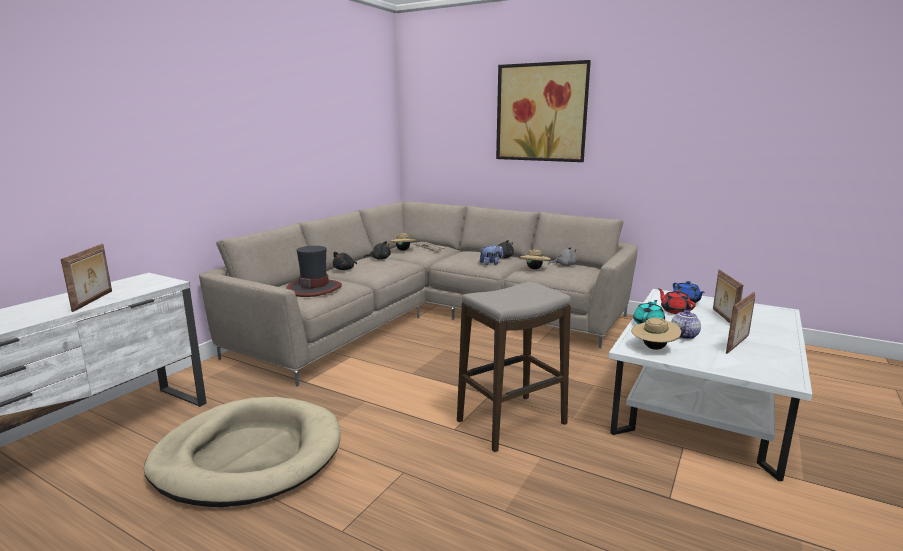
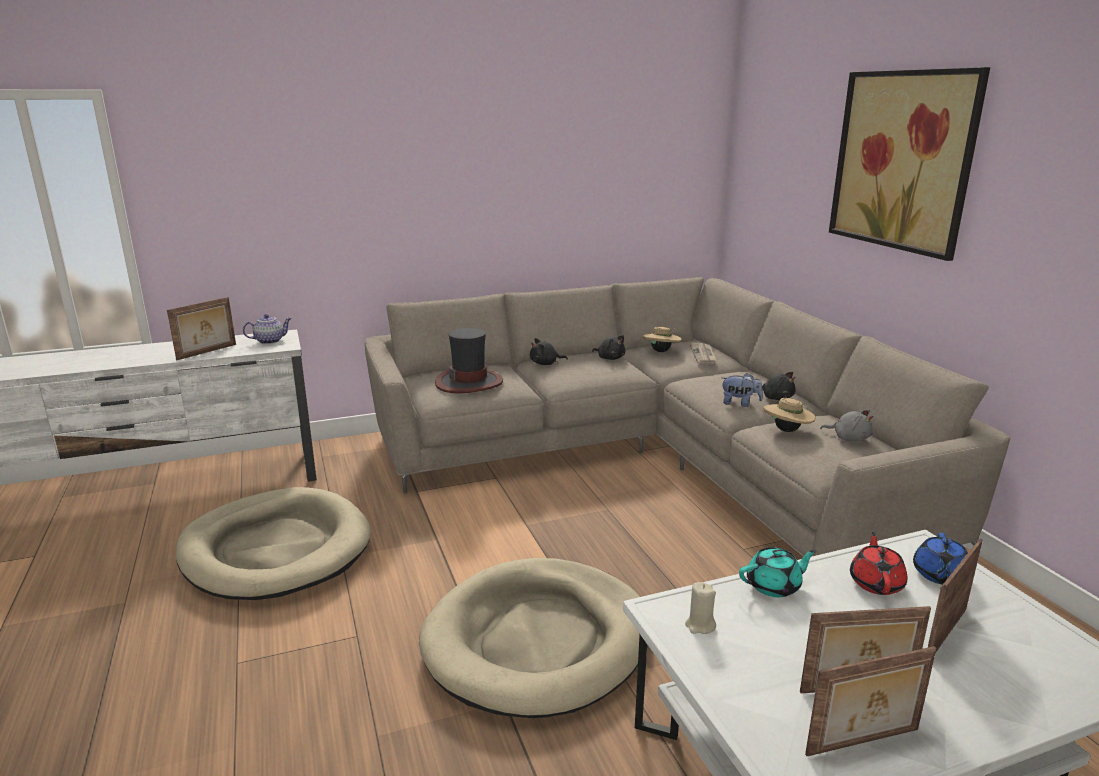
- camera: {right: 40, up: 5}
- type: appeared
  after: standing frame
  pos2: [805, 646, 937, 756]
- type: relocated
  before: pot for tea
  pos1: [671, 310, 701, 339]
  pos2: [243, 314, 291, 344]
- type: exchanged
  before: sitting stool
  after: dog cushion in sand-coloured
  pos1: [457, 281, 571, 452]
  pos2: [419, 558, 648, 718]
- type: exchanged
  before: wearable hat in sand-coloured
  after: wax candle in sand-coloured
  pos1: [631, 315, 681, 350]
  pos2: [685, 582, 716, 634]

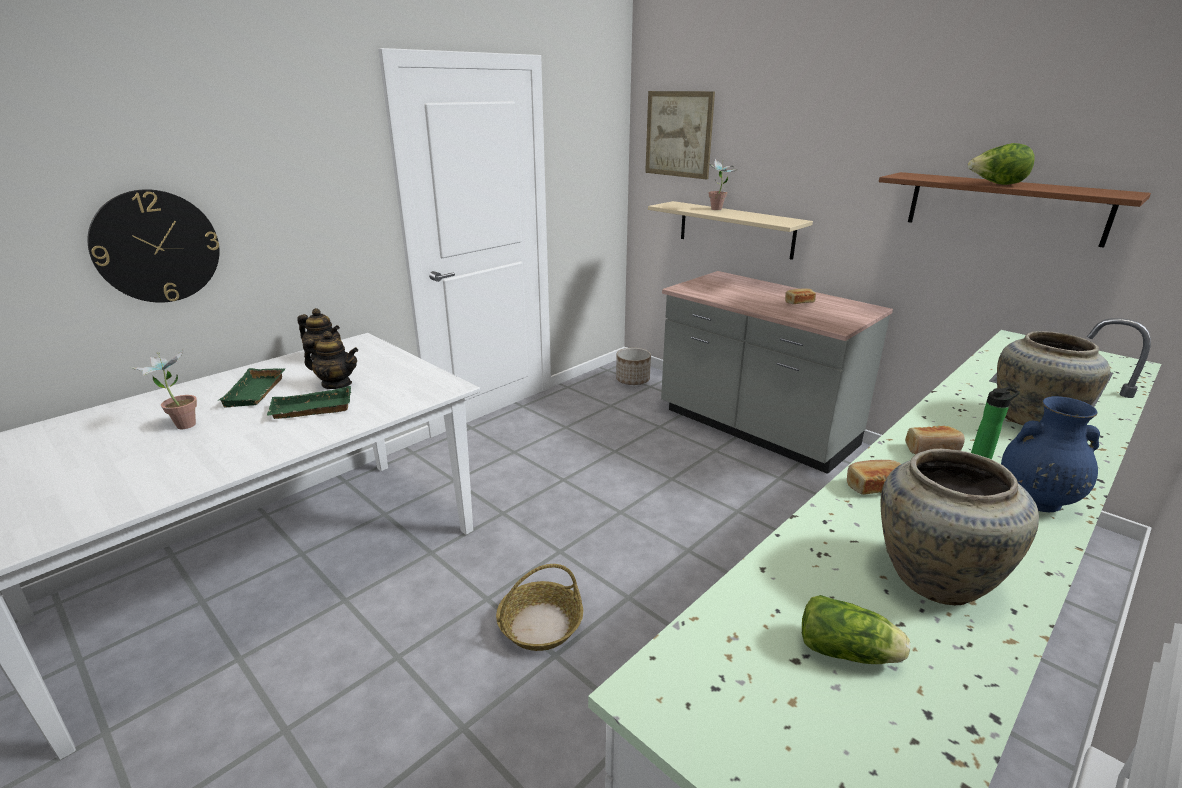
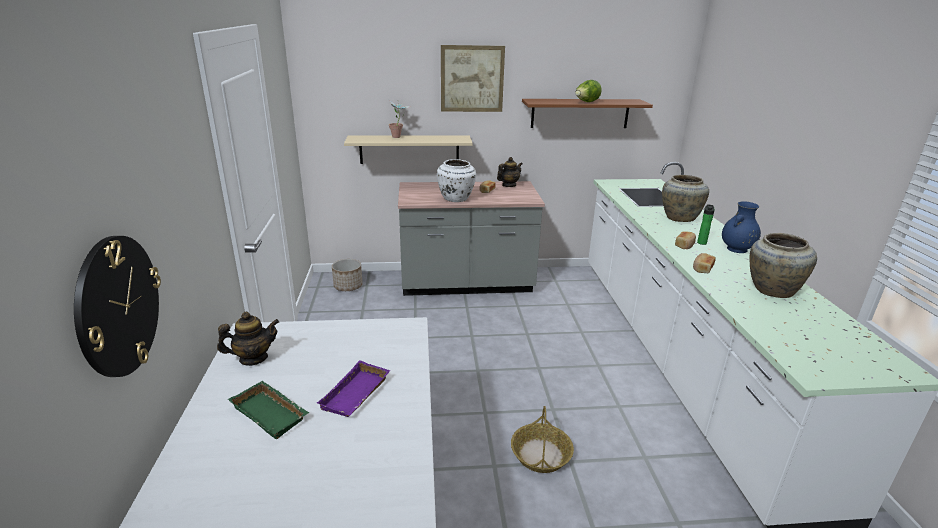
- camera: {right: -50, up: 0}
- type: missing
  before: plant in a pot
  pos1: [130, 348, 197, 429]
- type: missing
  before: head of lettuce
  pos1: [802, 595, 910, 664]
- type: appeared
  after: vase in whitish
  pos2: [437, 159, 476, 202]
- type: relocated
  before: pot for tea
  pos1: [303, 331, 358, 389]
  pos2: [497, 157, 523, 187]
- type: relocated
  before: wall picture
  pos1: [645, 91, 715, 179]
  pos2: [441, 45, 505, 112]
- type: colour
  before: carrying tray in green-coloured
  after: carrying tray in purple
  pos1: [267, 386, 351, 419]
  pos2: [317, 360, 390, 417]

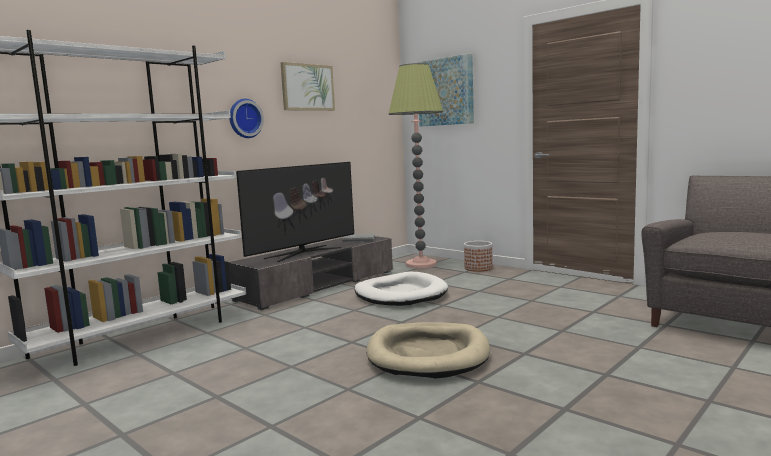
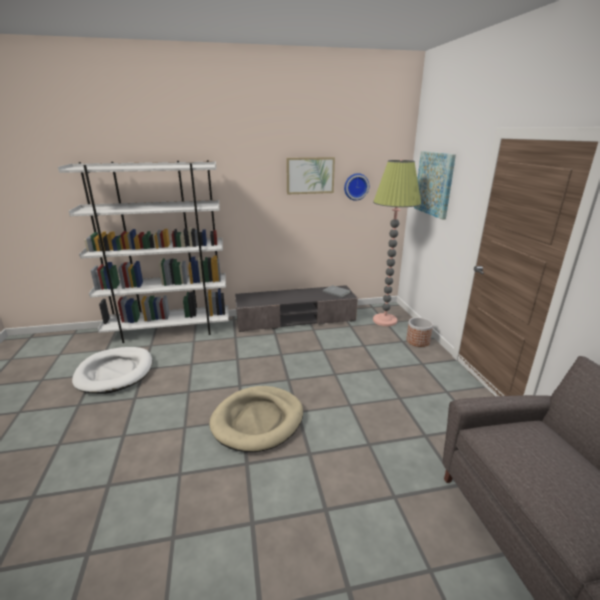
- camera: {right: 35, up: 15}
- type: missing
  before: television
  pos1: [236, 162, 354, 262]
- type: relocated
  before: wall clock
  pos1: [229, 99, 264, 138]
  pos2: [344, 173, 369, 201]
- type: relocated
  before: dog cushion in whitish
  pos1: [355, 272, 448, 306]
  pos2: [72, 347, 152, 394]

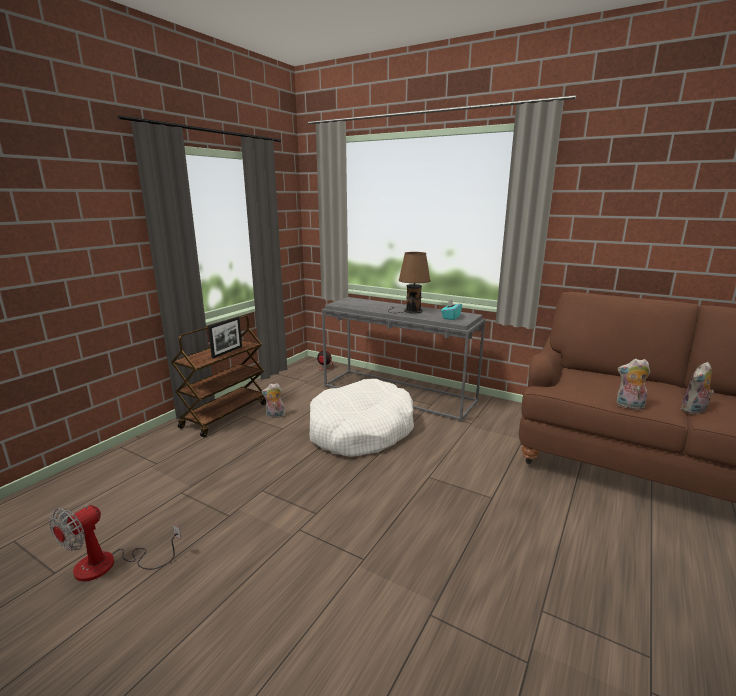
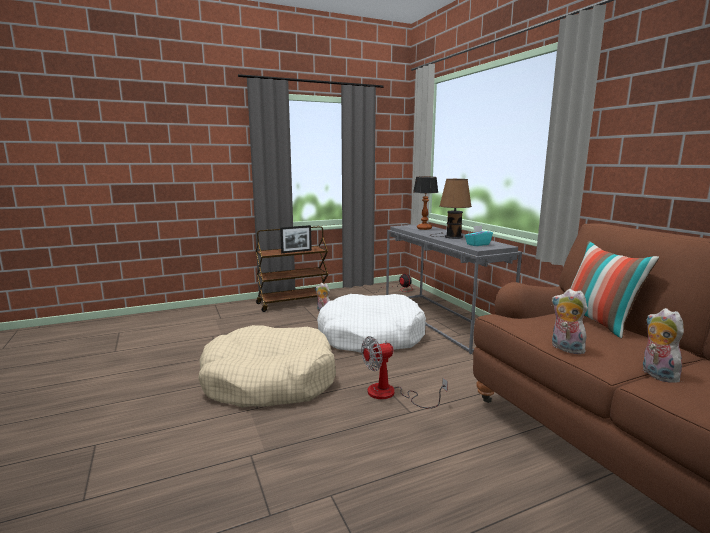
- camera: {right: 35, up: -5}
- type: appeared
  after: dog cushion in sand-coloured
  pos2: [198, 325, 336, 408]
- type: appeared
  after: tabletop lamp
  pos2: [413, 177, 438, 230]
- type: appeared
  after: throw pillow
  pos2: [570, 241, 659, 339]
- type: relocated
  before: cooling fan
  pos1: [49, 505, 181, 581]
  pos2: [361, 336, 448, 409]
- type: spun
  before: plush toy
  pos1: [680, 362, 714, 414]
  pos2: [643, 308, 684, 383]
  turn: 75

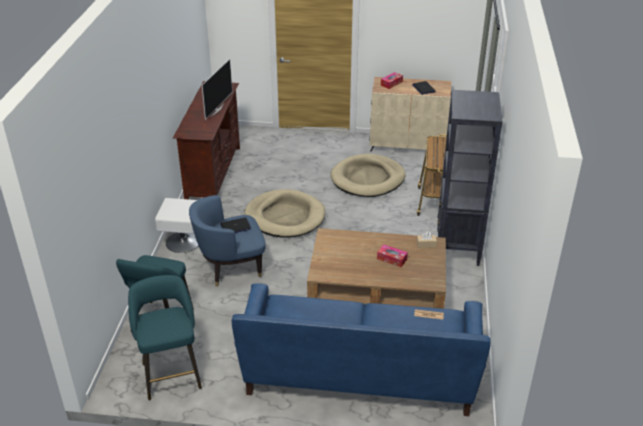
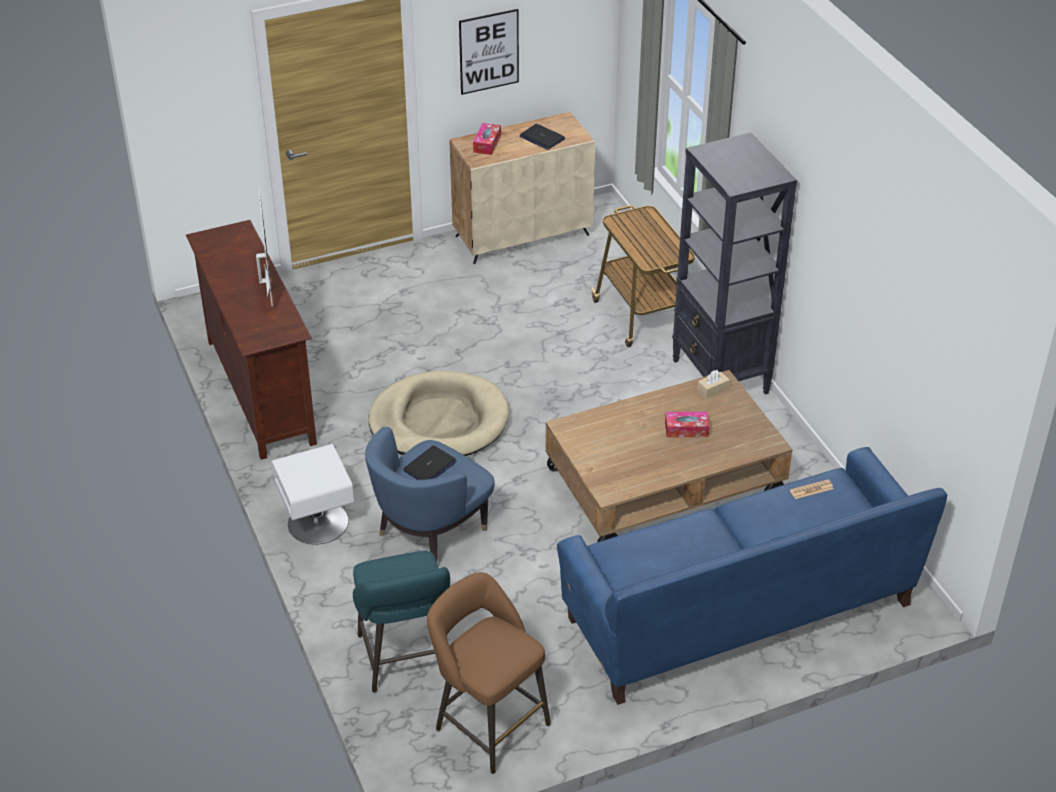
- camera: {right: -30, up: 5}
- type: missing
  before: dog cushion in sand-coloured
  pos1: [330, 154, 406, 197]
- type: appeared
  after: wall picture
  pos2: [459, 9, 519, 95]
- type: colour
  before: sitting stool in turquoise-coloured
  after: sitting stool in brown
  pos1: [128, 275, 202, 400]
  pos2: [427, 572, 551, 774]

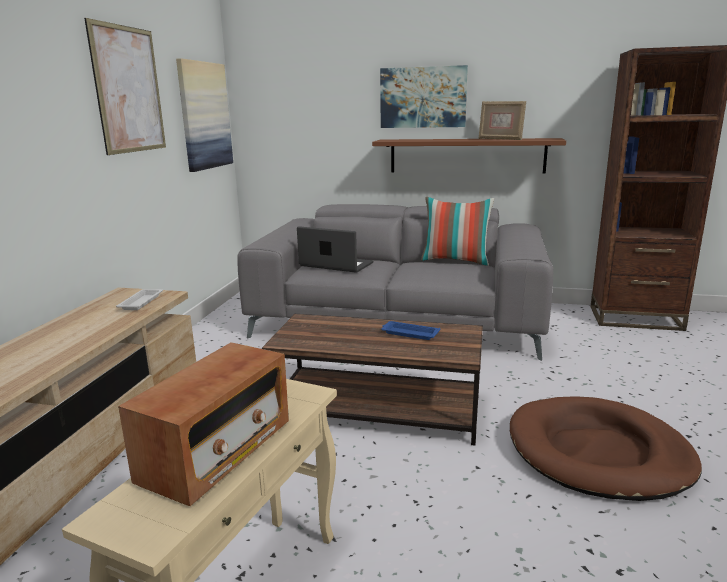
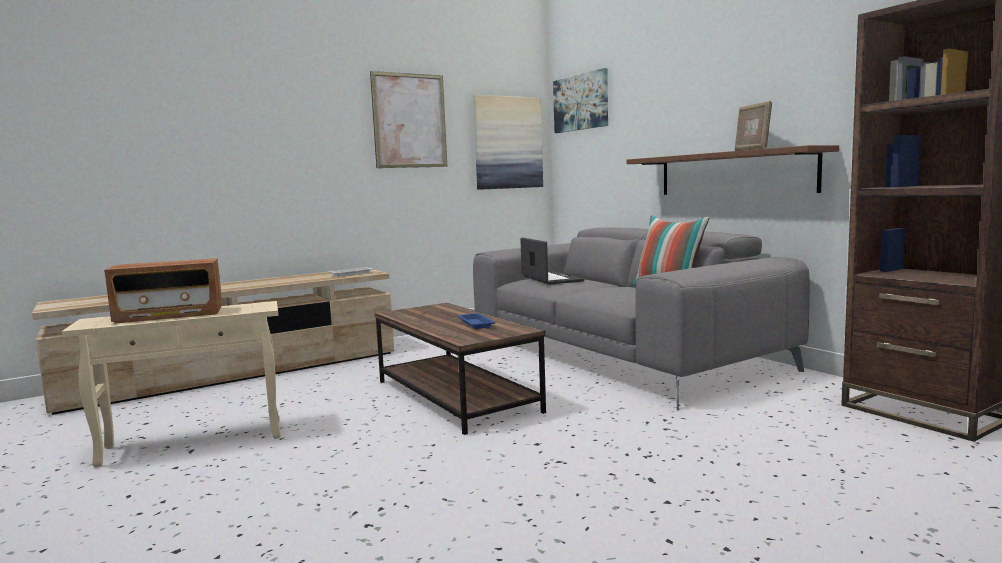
- camera: {right: 45, up: -10}
- type: missing
  before: dog cushion in brown
  pos1: [510, 396, 702, 501]
- type: relocated
  before: wall picture
  pos1: [380, 65, 468, 128]
  pos2: [553, 68, 608, 133]

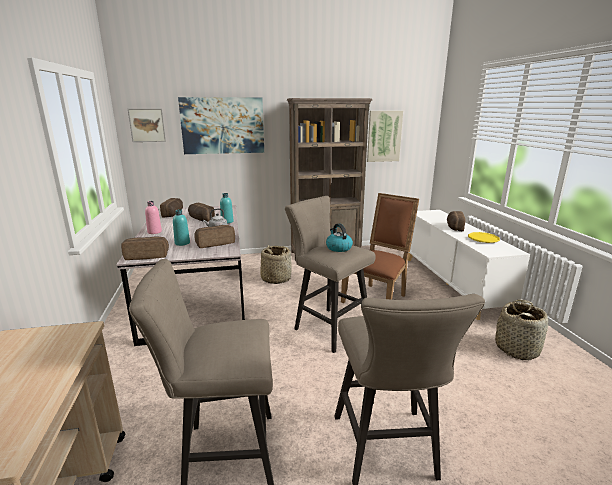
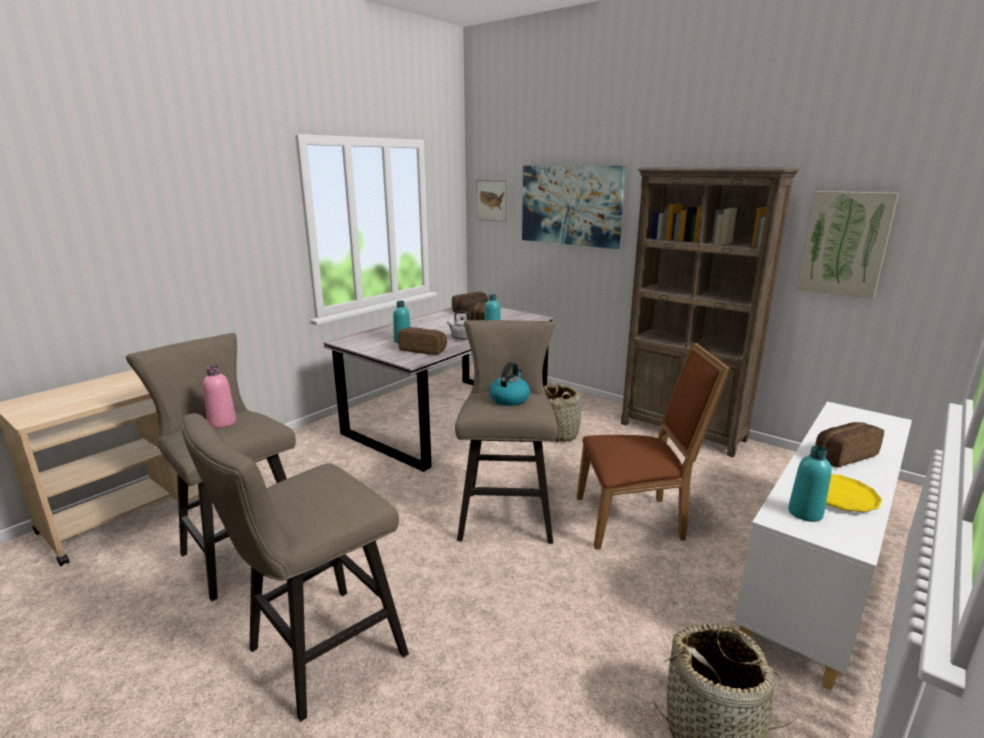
- camera: {right: 50, up: 0}
- type: missing
  before: bakery bread
  pos1: [121, 236, 169, 260]
- type: appeared
  after: bottle in turquoise-coloured
  pos2: [788, 445, 832, 522]
- type: relocated
  before: bottle in pinkish
  pos1: [145, 201, 162, 234]
  pos2: [203, 365, 236, 428]

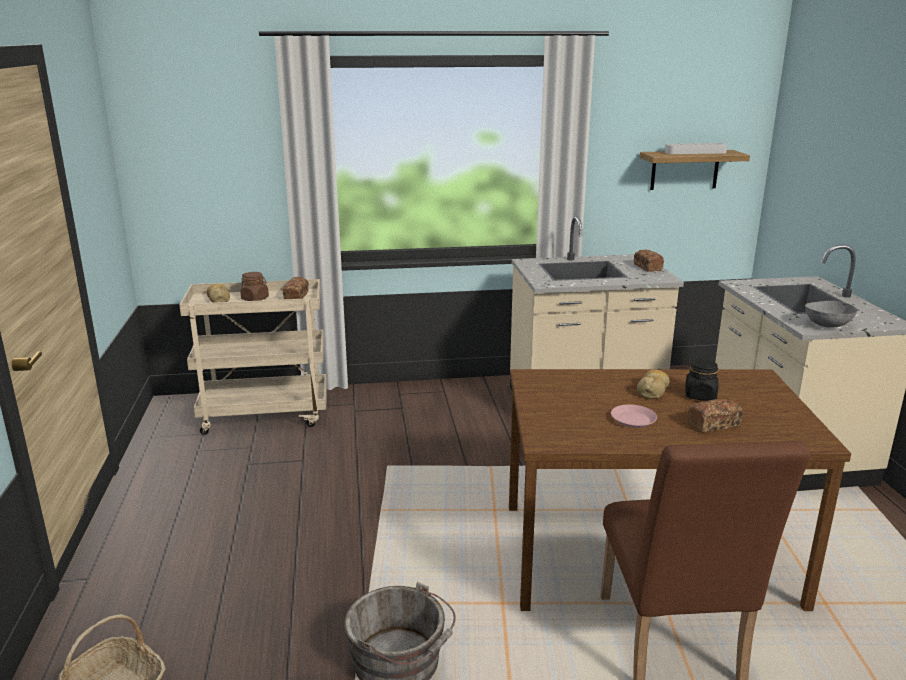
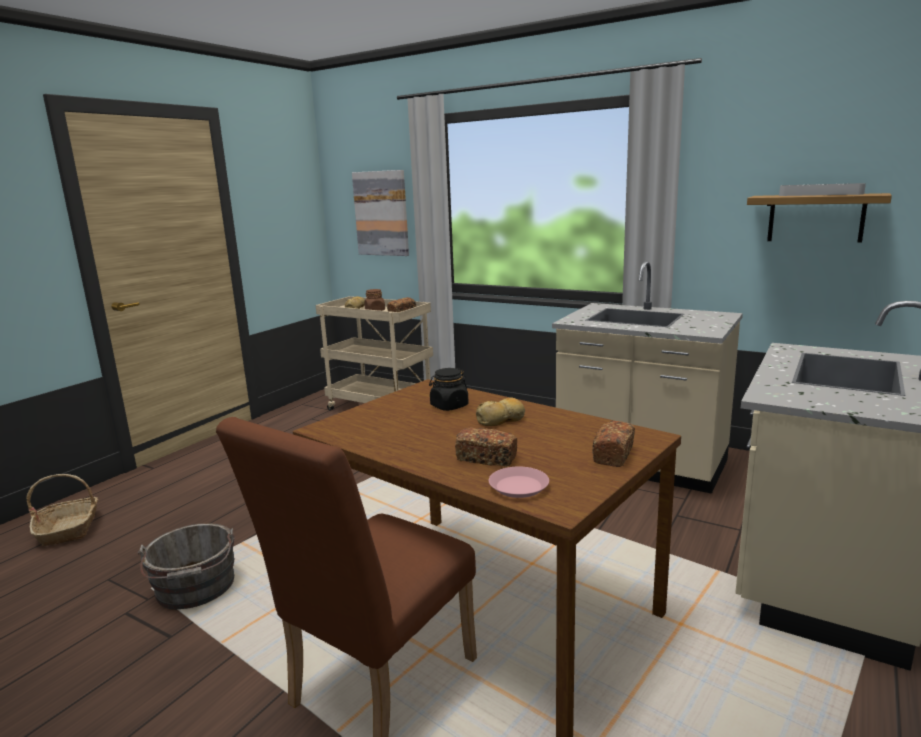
- camera: {right: 40, up: -5}
- type: missing
  before: deep dish in gray
  pos1: [805, 301, 857, 328]
- type: appeared
  after: wall picture
  pos2: [352, 170, 409, 256]
- type: relocated
  before: flat dish in pinkish
  pos1: [611, 405, 657, 428]
  pos2: [489, 467, 549, 498]
- type: relocated
  before: bakery bread
  pos1: [634, 250, 664, 272]
  pos2: [592, 421, 635, 467]
- type: relocated
  before: preserve jar in black-coloured
  pos1: [685, 358, 719, 401]
  pos2: [429, 368, 468, 411]

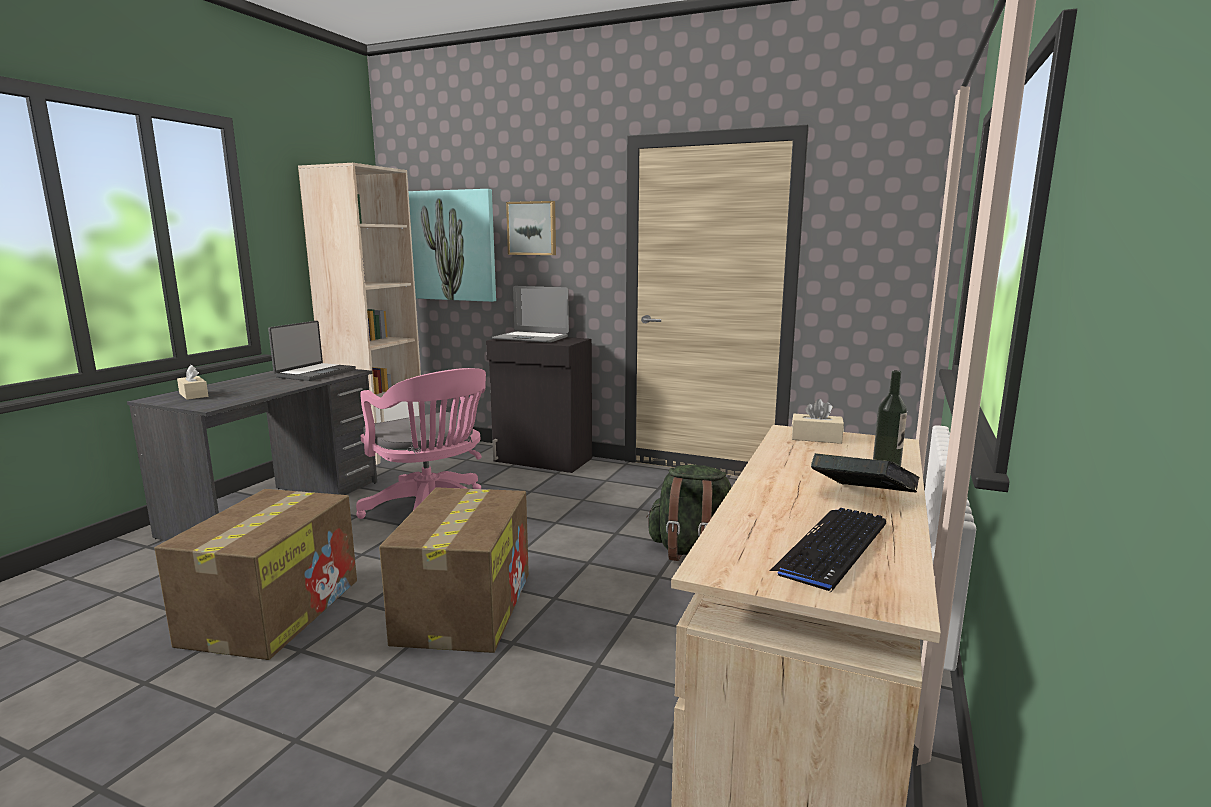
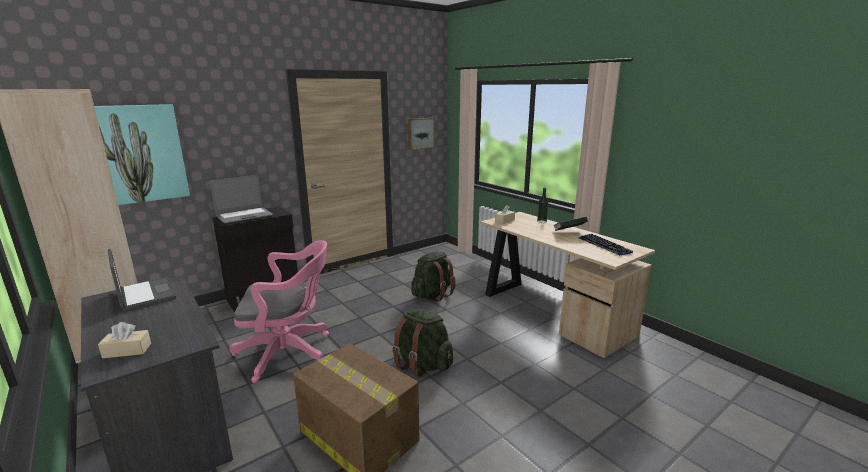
- camera: {right: -60, up: 5}
- type: relocated
  before: wall picture
  pos1: [506, 201, 556, 255]
  pos2: [408, 118, 434, 150]
- type: exchanged
  before: cardboard box
  after: knapsack in green-coloured
  pos1: [379, 487, 529, 653]
  pos2: [392, 308, 453, 377]

